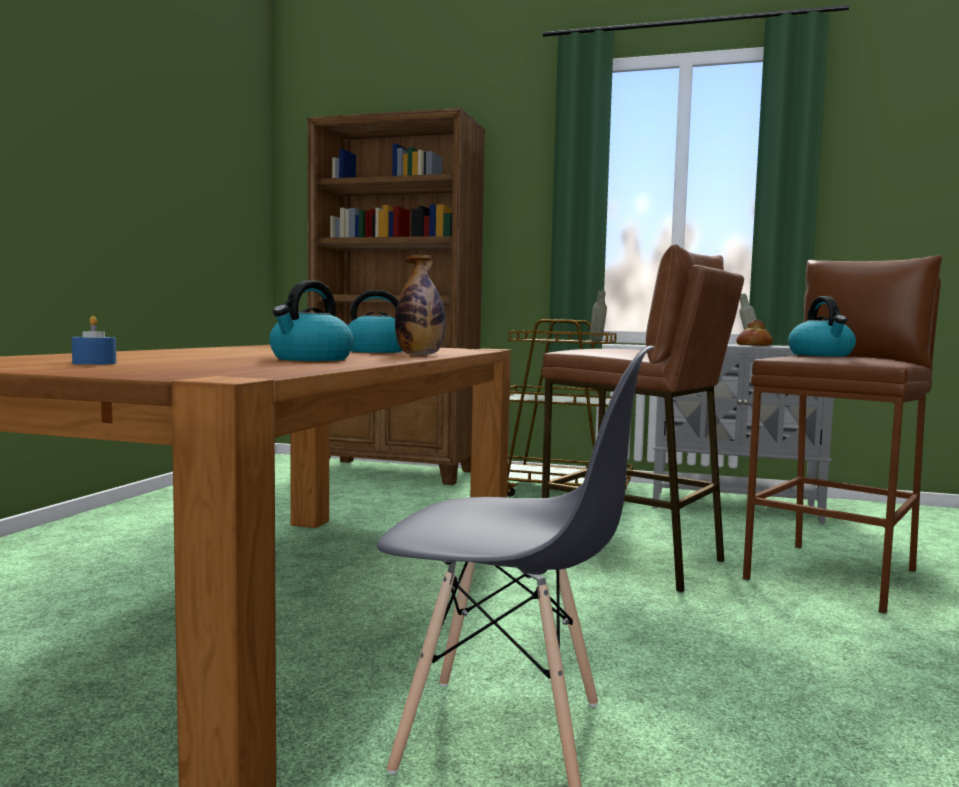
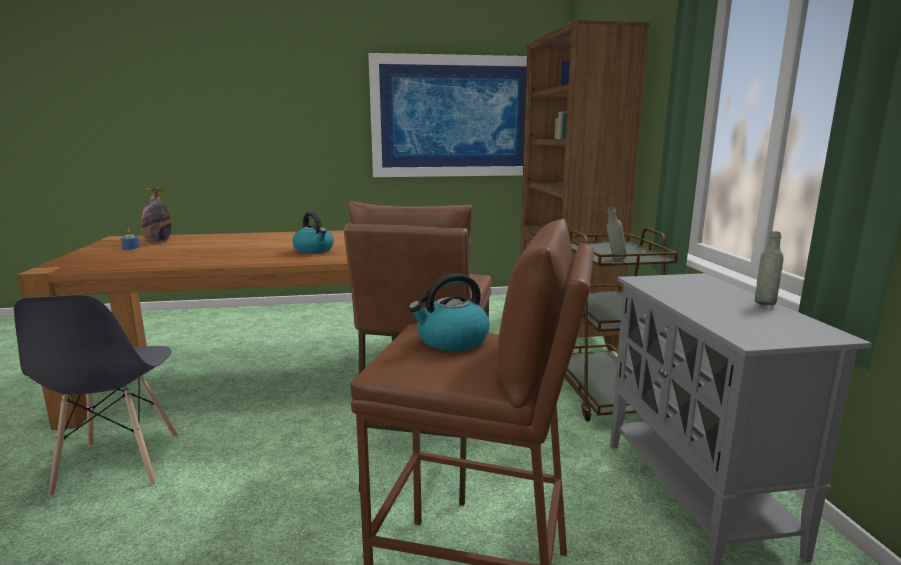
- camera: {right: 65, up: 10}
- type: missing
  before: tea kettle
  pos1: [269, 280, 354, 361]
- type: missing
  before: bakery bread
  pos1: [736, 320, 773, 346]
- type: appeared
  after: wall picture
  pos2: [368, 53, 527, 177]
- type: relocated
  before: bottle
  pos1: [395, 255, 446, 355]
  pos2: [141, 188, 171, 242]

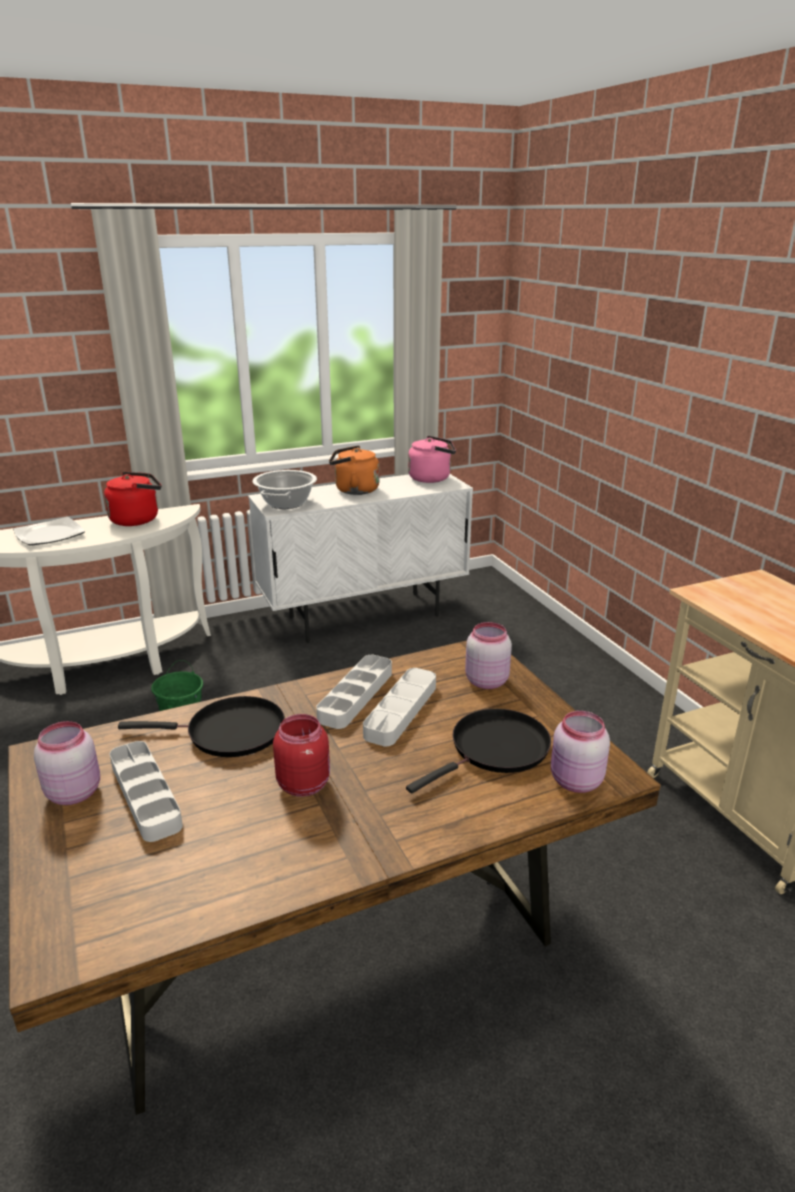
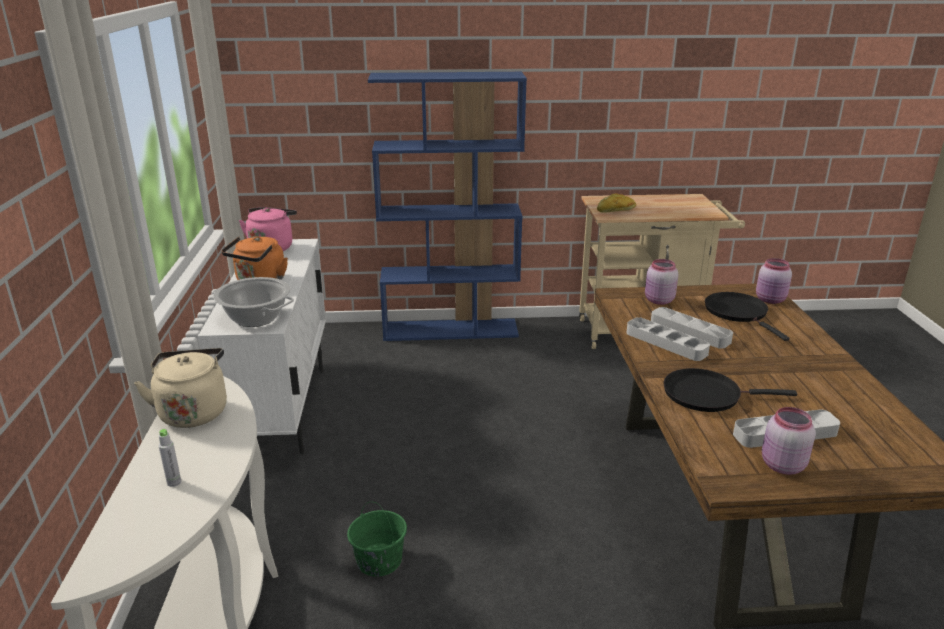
- camera: {right: -70, up: 0}
- type: missing
  before: preserve jar in red-coloured
  pos1: [273, 714, 330, 797]
- type: appeared
  after: bookshelf in blue
  pos2: [368, 72, 527, 341]
- type: appeared
  after: bakery bread
  pos2: [597, 193, 636, 213]
- type: exchanged
  before: flat dish
  after: bottle in gray
  pos1: [13, 517, 85, 546]
  pos2: [158, 429, 181, 487]
- type: colour
  before: tea kettle in red-coloured
  after: tea kettle in sand-coloured
  pos1: [104, 472, 161, 526]
  pos2: [134, 348, 227, 428]
- type: spun
  before: skillet in black-coloured
  pos1: [118, 696, 285, 757]
  pos2: [664, 368, 797, 412]
  turn: -105

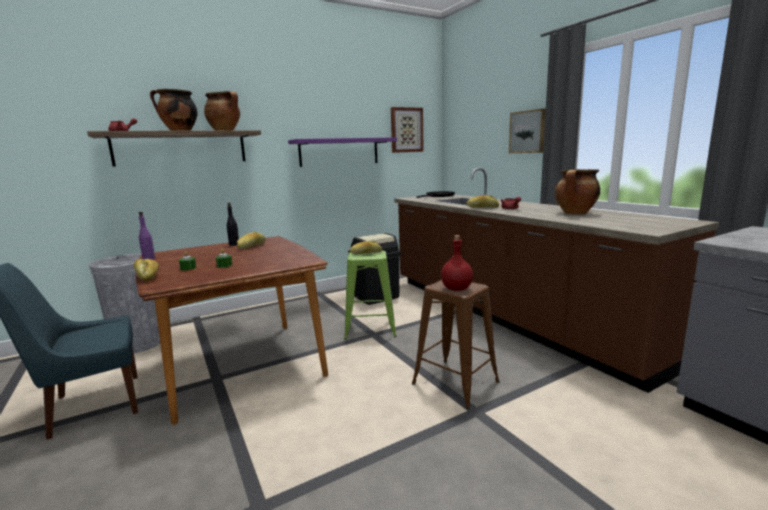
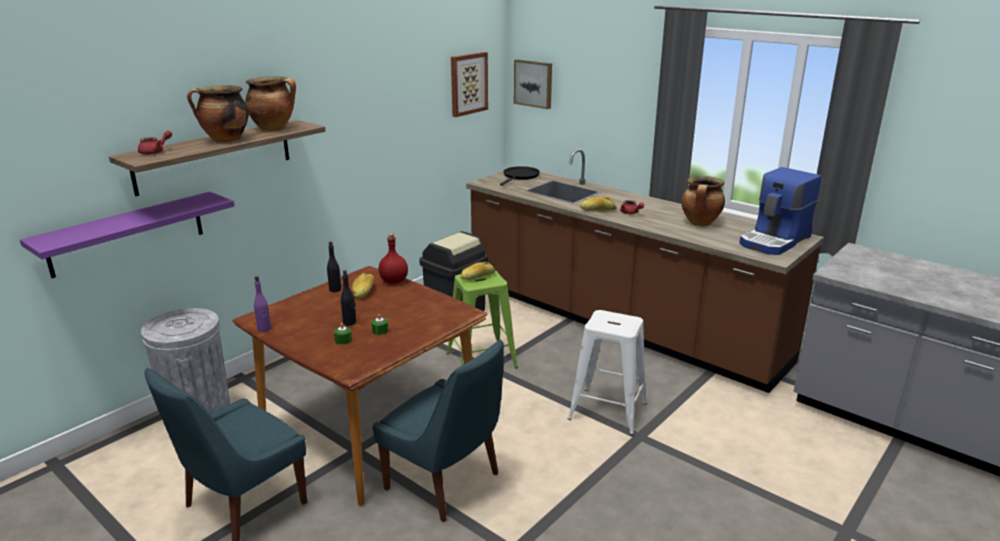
- camera: {right: -20, up: 10}
- type: missing
  before: bakery bread
  pos1: [134, 259, 159, 281]
- type: appeared
  after: bottle in black-coloured
  pos2: [341, 270, 356, 325]
- type: appeared
  after: chair in blue
  pos2: [372, 340, 504, 522]
- type: appeared
  after: coffee brewer
  pos2: [739, 167, 822, 255]
- type: relocated
  before: bracket shelf in purple
  pos1: [288, 137, 397, 167]
  pos2: [20, 192, 234, 278]
- type: relocated
  before: bottle in red-coloured
  pos1: [441, 235, 473, 291]
  pos2: [379, 233, 408, 284]
- type: relocated
  before: wall picture
  pos1: [509, 108, 546, 153]
  pos2: [514, 59, 552, 109]
- type: colour
  before: sitting stool in brown
  after: sitting stool in whitish
  pos1: [412, 280, 500, 409]
  pos2: [568, 310, 647, 435]

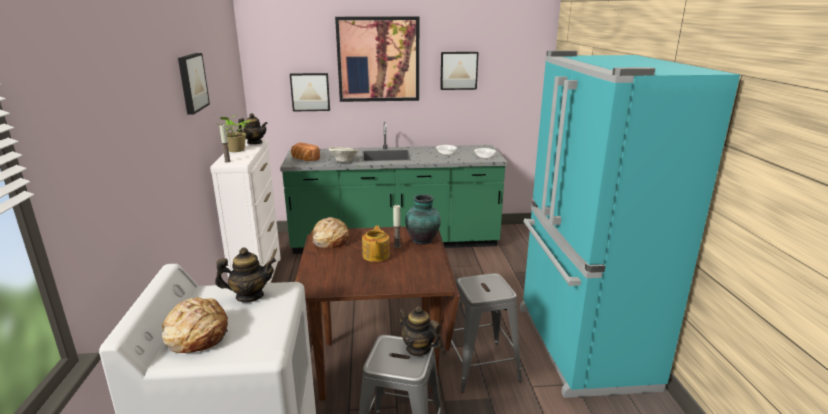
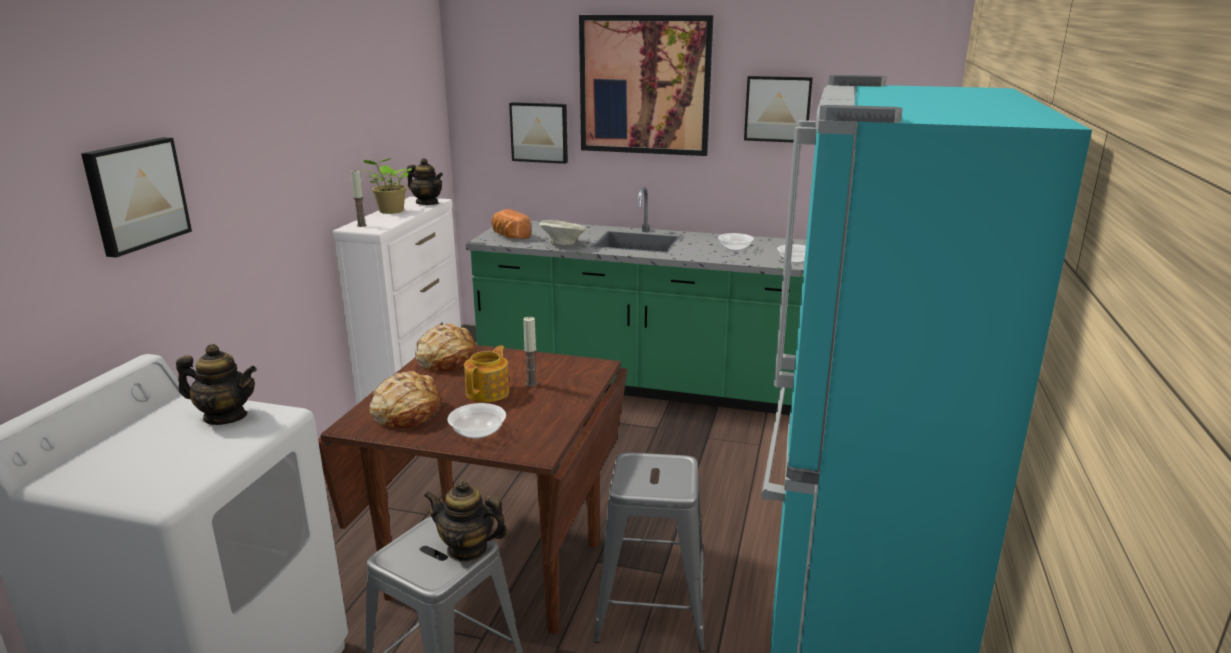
- camera: {right: 20, up: 0}
- type: missing
  before: vase
  pos1: [405, 194, 441, 245]
- type: appeared
  after: deep dish
  pos2: [448, 403, 506, 439]
- type: relocated
  before: bakery bread
  pos1: [162, 297, 228, 353]
  pos2: [370, 371, 442, 428]
- type: relocated
  before: wall picture
  pos1: [178, 53, 210, 115]
  pos2: [81, 137, 192, 258]
- type: spun
  before: pot for tea
  pos1: [398, 306, 441, 357]
  pos2: [424, 480, 508, 562]
  turn: -45

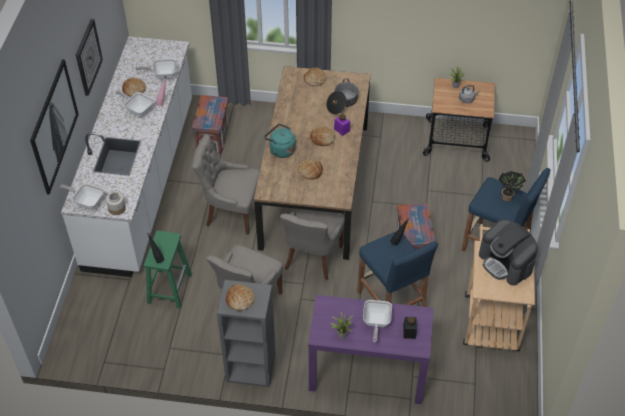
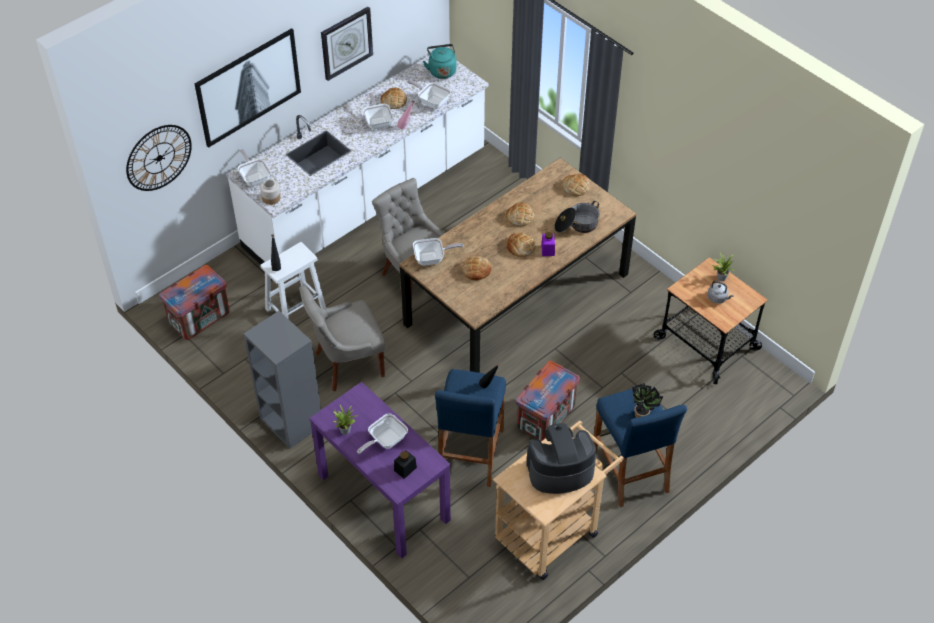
- camera: {right: 40, up: 0}
- type: missing
  before: chair in gray
  pos1: [280, 208, 345, 280]
- type: appeared
  after: wall clock
  pos2: [126, 125, 192, 191]
- type: appeared
  after: skillet
  pos2: [413, 238, 464, 266]
- type: relocated
  before: shipping crate
  pos1: [192, 95, 229, 154]
  pos2: [159, 265, 230, 340]
- type: relocated
  before: bakery bread
  pos1: [226, 284, 255, 311]
  pos2: [506, 203, 534, 226]
- type: relocated
  before: tea kettle in turquoise-coloured
  pos1: [264, 124, 296, 158]
  pos2: [423, 44, 457, 79]
- type: colour
  before: sitting stool in green-coloured
  after: sitting stool in whitish
  pos1: [144, 230, 192, 309]
  pos2: [260, 242, 326, 319]
- type: spun
  before: coffee brewer
  pos1: [479, 219, 538, 286]
  pos2: [526, 423, 596, 494]
  turn: 75

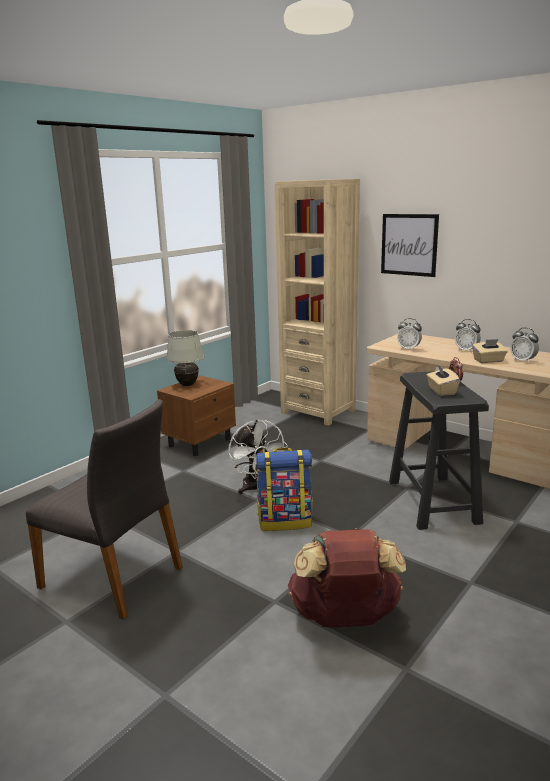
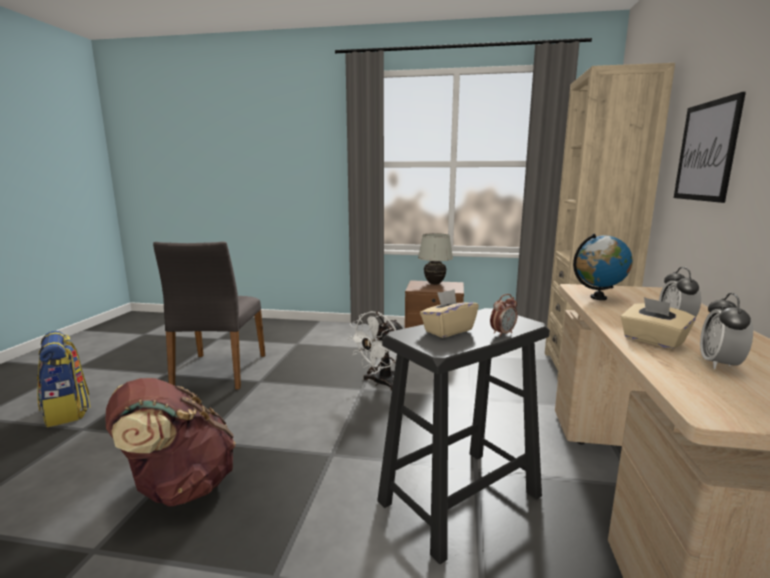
- camera: {right: 60, up: -5}
- type: relocated
  before: knapsack
  pos1: [255, 448, 312, 531]
  pos2: [37, 331, 90, 428]
- type: exchanged
  before: table clock
  after: world globe
  pos1: [397, 318, 422, 351]
  pos2: [573, 233, 633, 300]

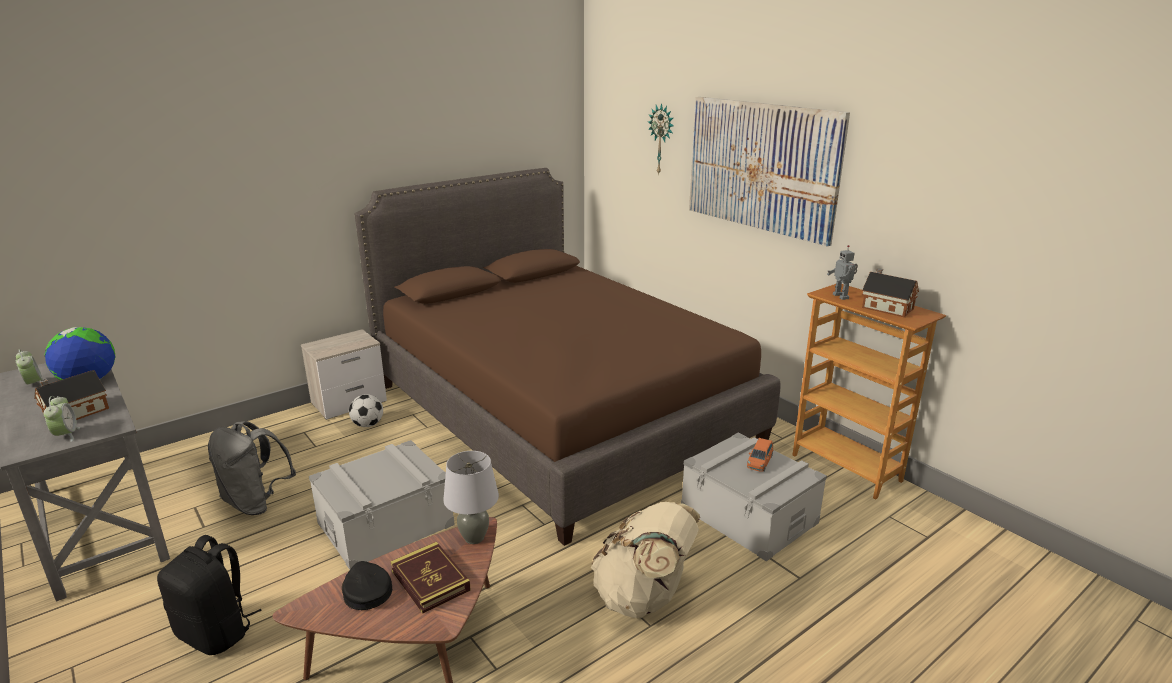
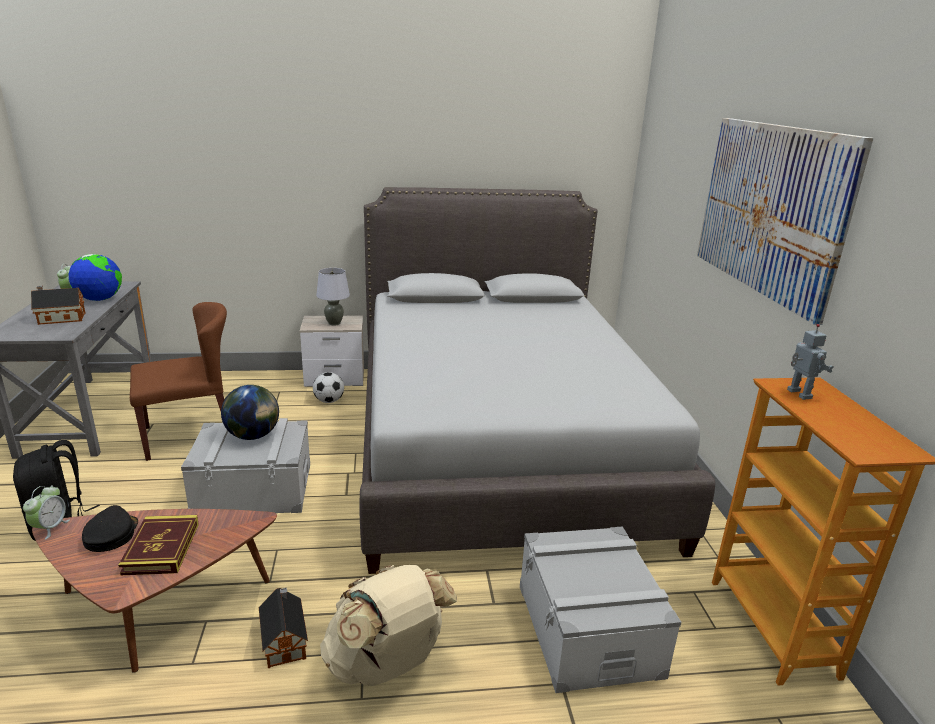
- camera: {right: 30, up: 0}
- type: missing
  before: wall clock
  pos1: [648, 103, 674, 175]
- type: missing
  before: model car in orange
  pos1: [747, 438, 773, 472]
- type: appeared
  after: world globe
  pos2: [221, 385, 279, 440]
- type: relocated
  before: table clock
  pos1: [43, 396, 80, 442]
  pos2: [23, 485, 70, 540]
- type: relocated
  before: tabletop lamp in gray
  pos1: [443, 451, 499, 544]
  pos2: [316, 268, 350, 326]
- type: relocated
  before: model house
  pos1: [862, 268, 919, 318]
  pos2: [259, 588, 308, 668]
- type: exchanged
  before: knapsack in gray
  after: chair in brown
  pos1: [208, 421, 296, 515]
  pos2: [130, 302, 227, 461]
- type: colour
  before: bed in brown
  after: bed in gray
  pos1: [355, 168, 780, 546]
  pos2: [359, 187, 715, 574]
- type: spun
  before: model robot
  pos1: [827, 245, 858, 300]
  pos2: [787, 324, 834, 400]
  turn: 150

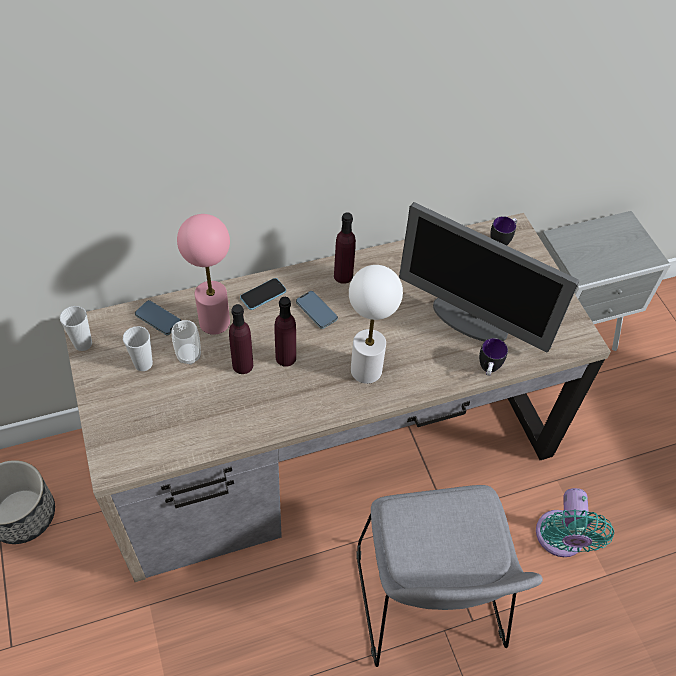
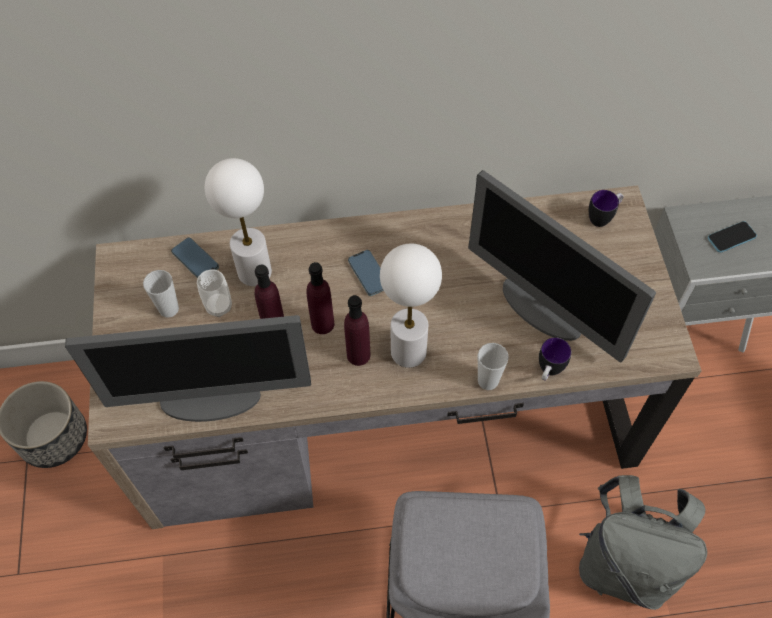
- camera: {right: 15, up: 5}
- type: appeared
  after: monitor
  pos2: [65, 315, 311, 422]
- type: relocated
  before: drinking cup
  pos1: [60, 306, 92, 351]
  pos2: [478, 343, 509, 390]
- type: relocated
  before: telephone
  pos1: [240, 278, 286, 310]
  pos2: [708, 221, 757, 253]
- type: relocated
  before: bottle in purple
  pos1: [334, 212, 356, 284]
  pos2: [344, 295, 370, 366]
- type: exchanged
  before: cooling fan in turquoise-coloured
  after: knapsack in gray
  pos1: [536, 488, 614, 557]
  pos2: [579, 475, 707, 610]
- type: colour
  before: tabletop lamp in pinkish
  after: tabletop lamp in whitish
  pos1: [177, 214, 230, 335]
  pos2: [205, 158, 272, 286]

